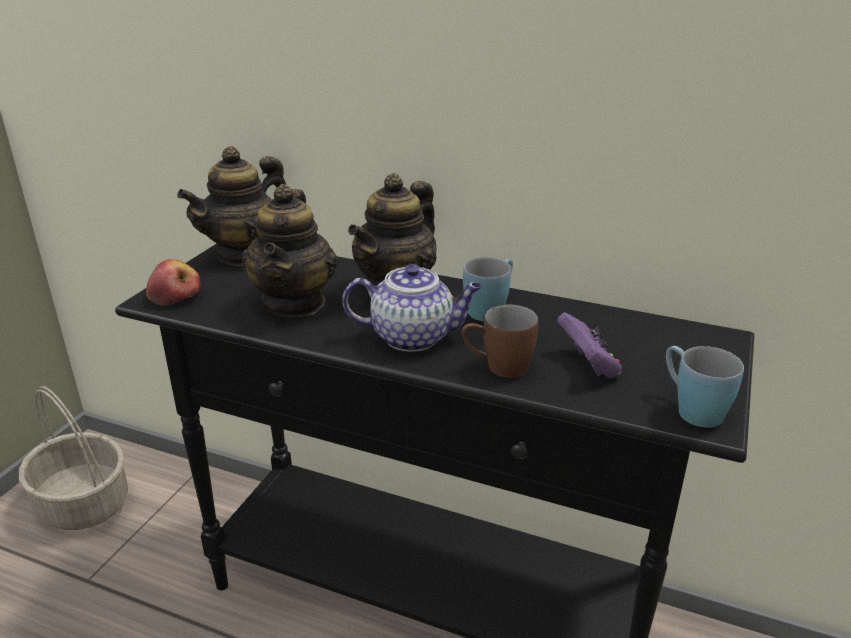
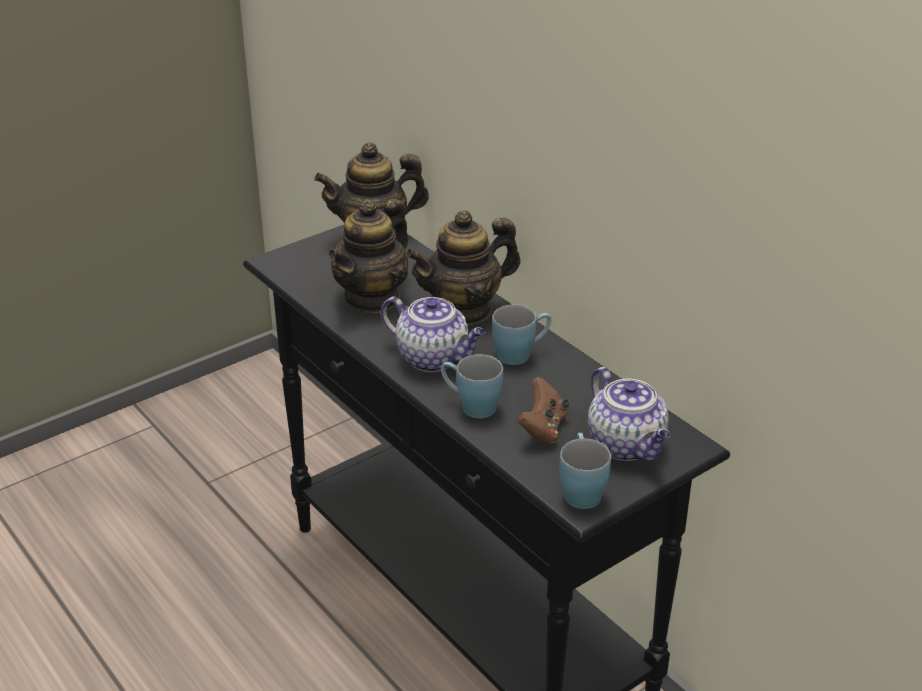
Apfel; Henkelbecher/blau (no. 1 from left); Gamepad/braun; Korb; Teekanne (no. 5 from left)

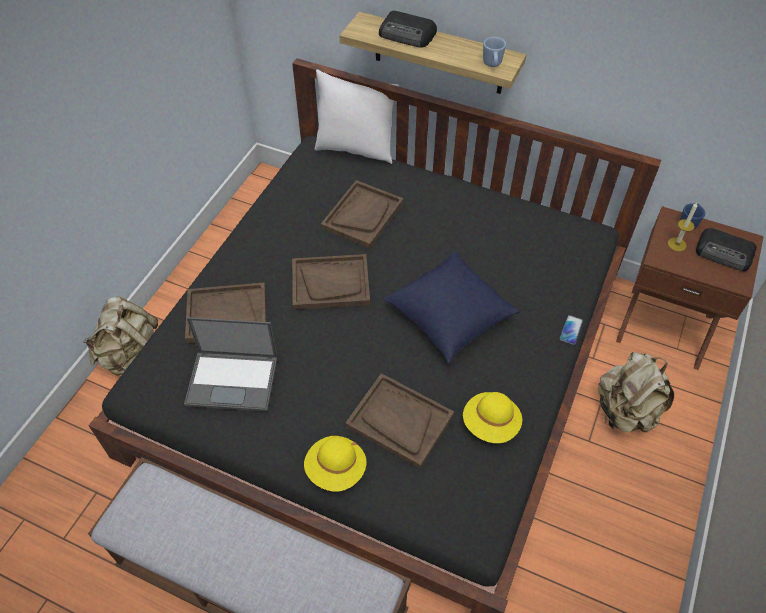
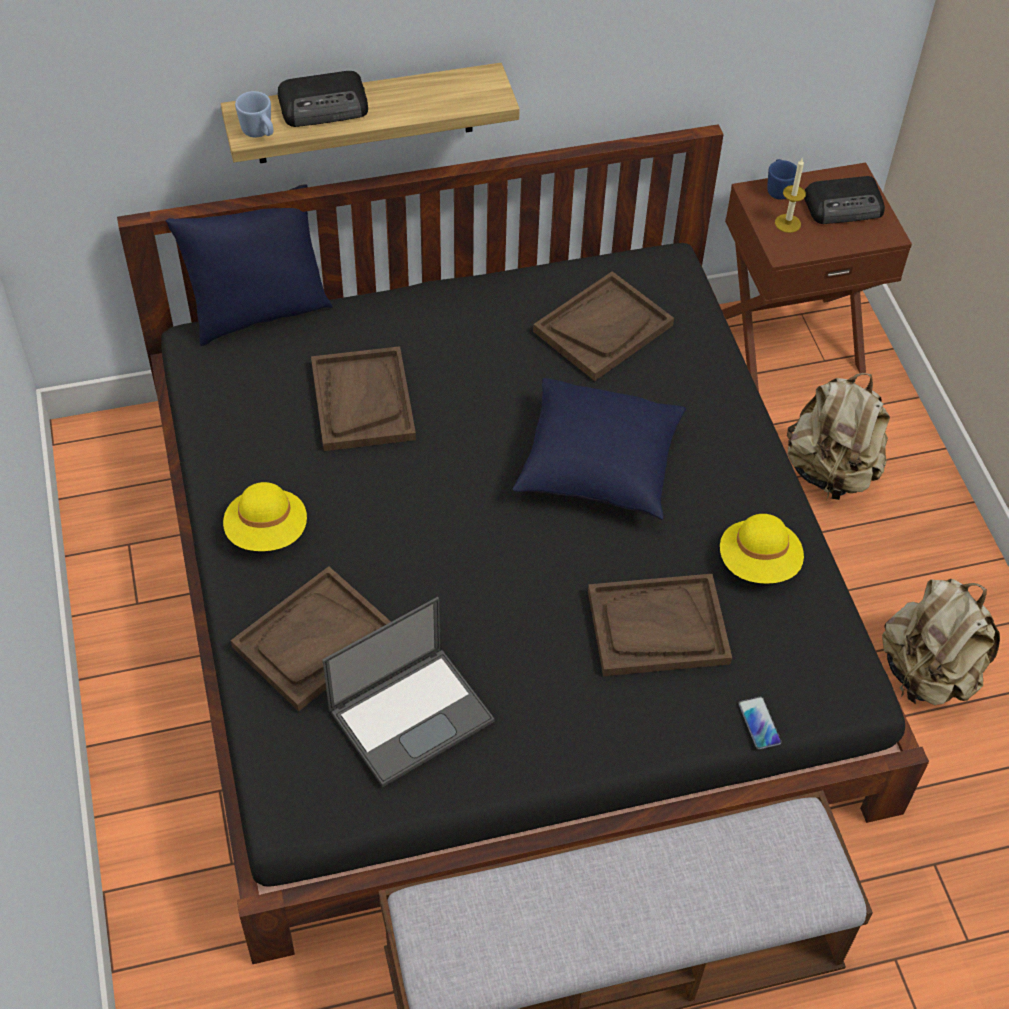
Henkelbecher/blau (no. 1 from left); Kissen/blau (no. 1 from left); Tablett/braun (no. 3 from left); Rucksack/beige (no. 2 from left); Handy; Hut/gelb (no. 1 from left)

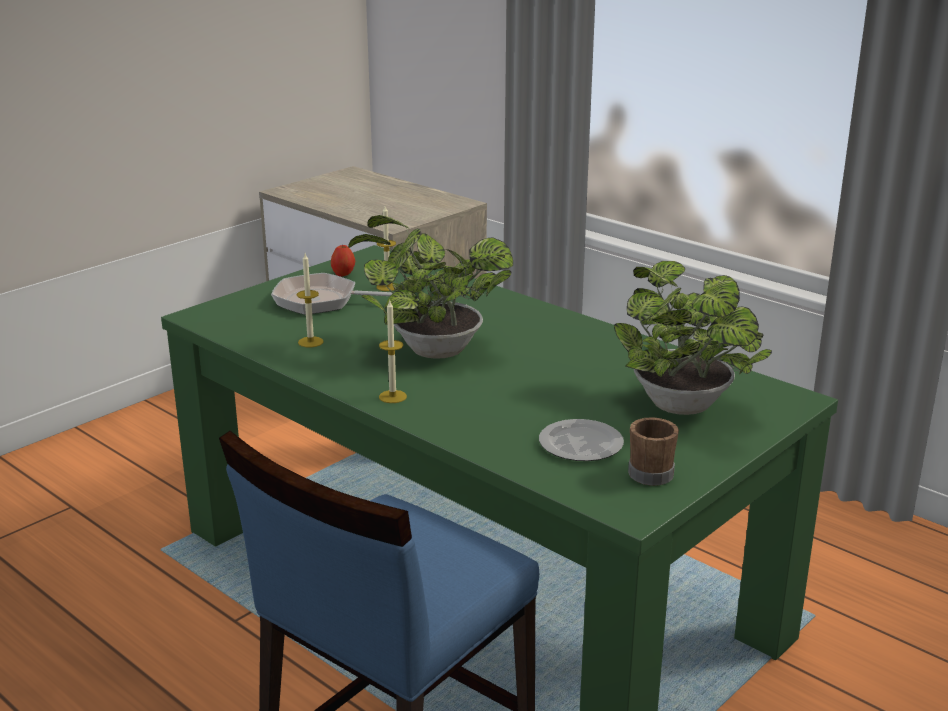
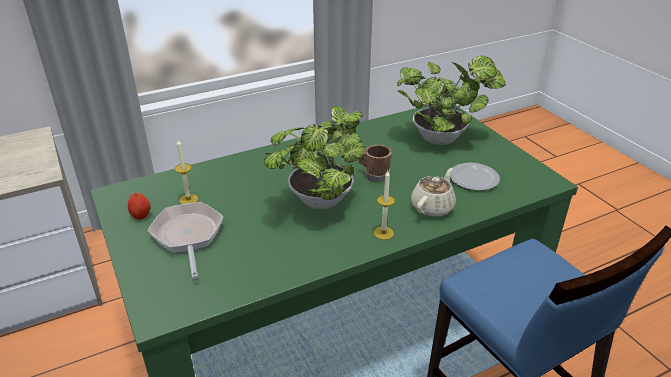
Kerze (no. 1 from left in the first image); Pfanne; Henkelbecher/braun; Teekanne/beige

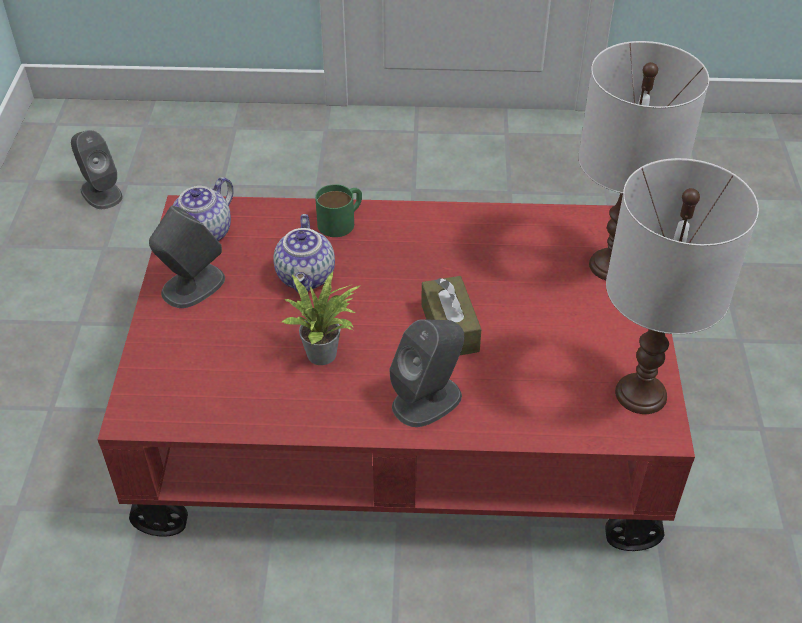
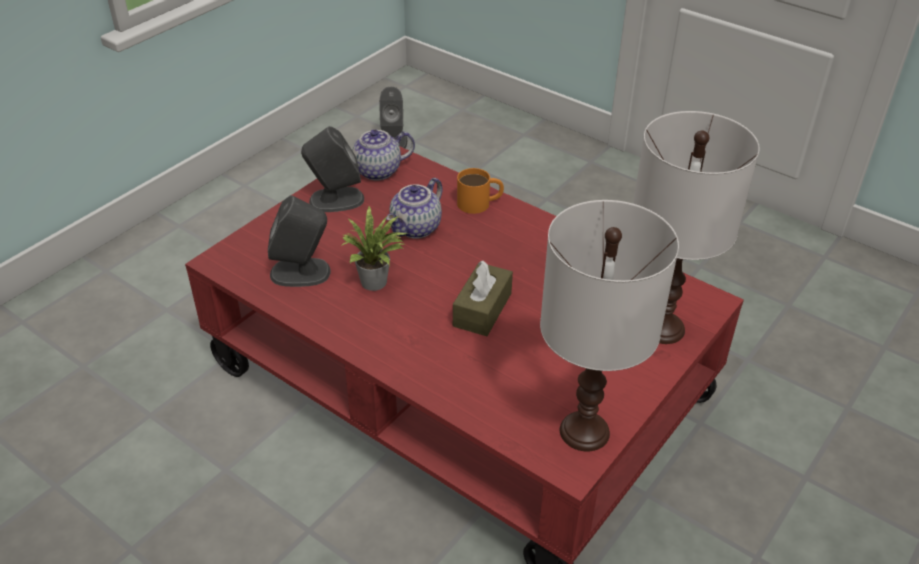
Henkelbecher/orange; Lautsprecher/grau (no. 1 from left)

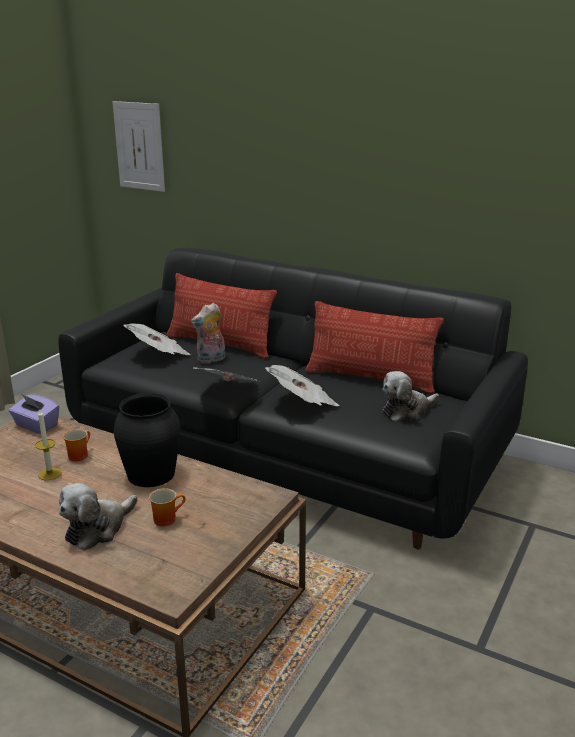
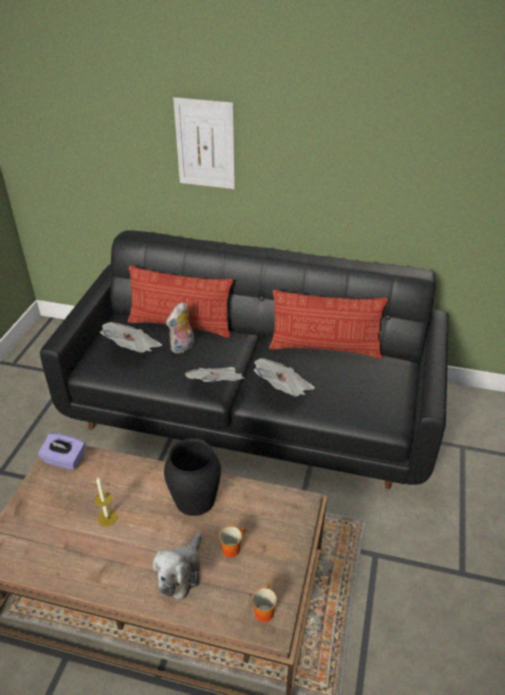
Bild; Plüschtier (no. 3 from left in the first image); Henkelbecher (no. 2 from left)

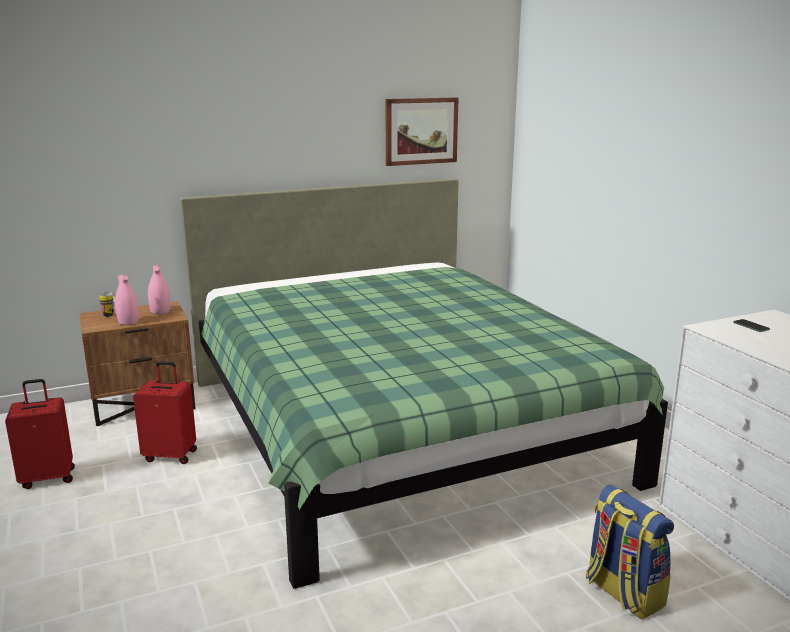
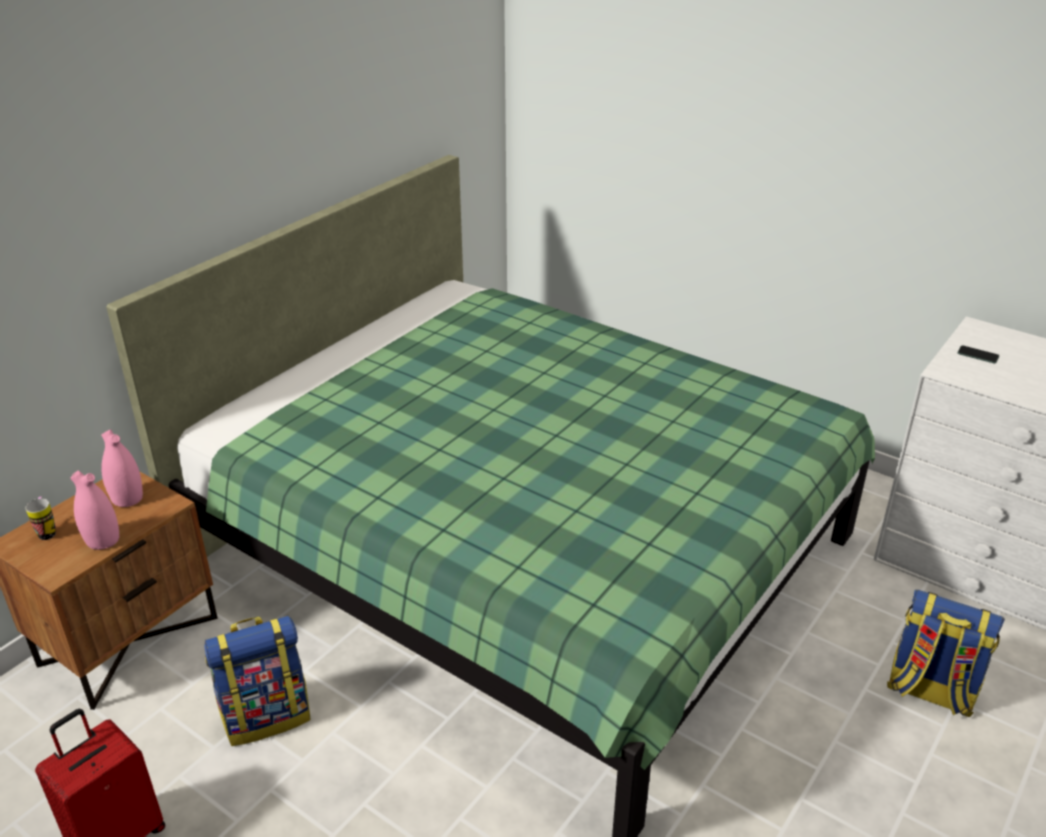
Bild; Rucksack (no. 1 from left)

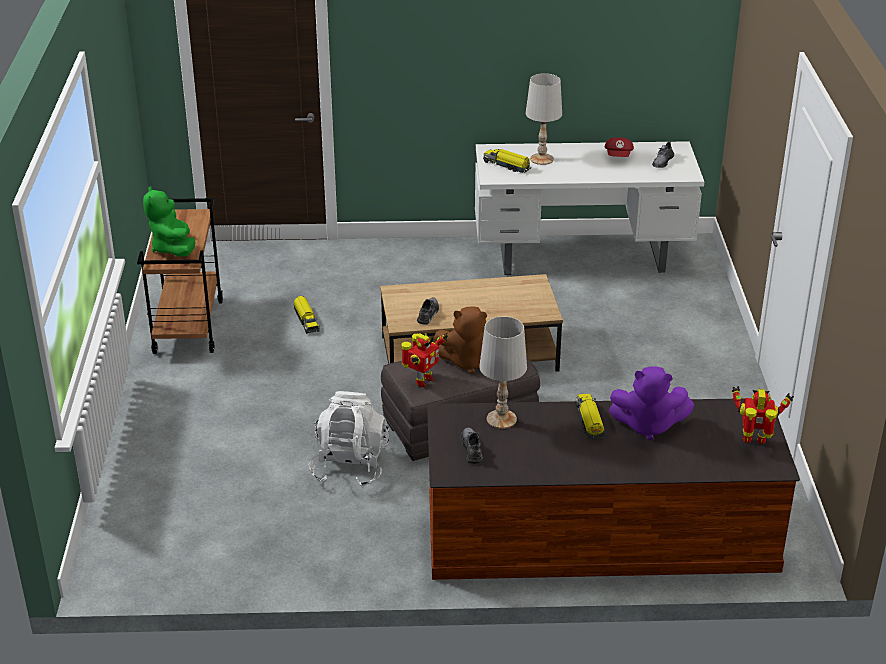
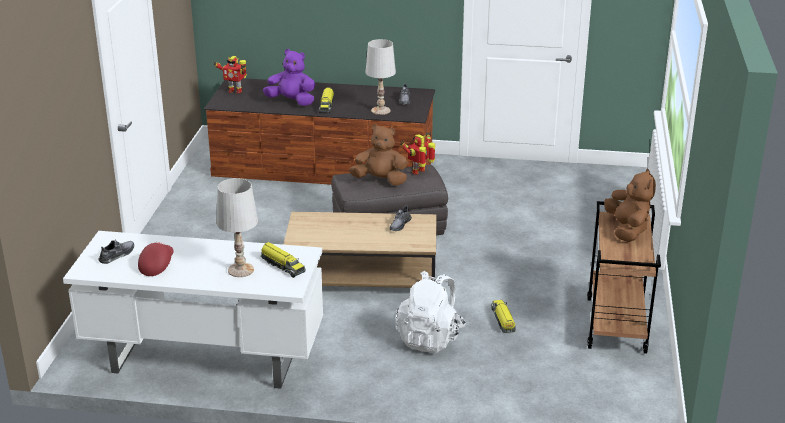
Plüschtier/braun (no. 2 from left); Rucksack/weiß

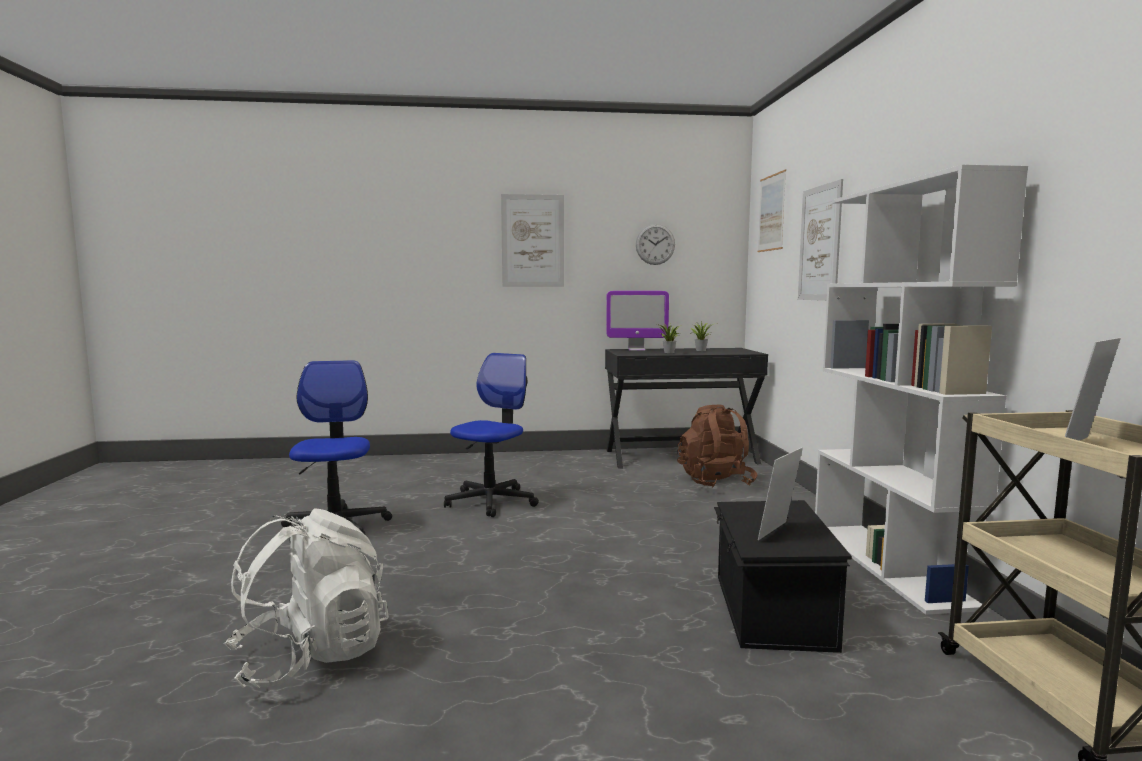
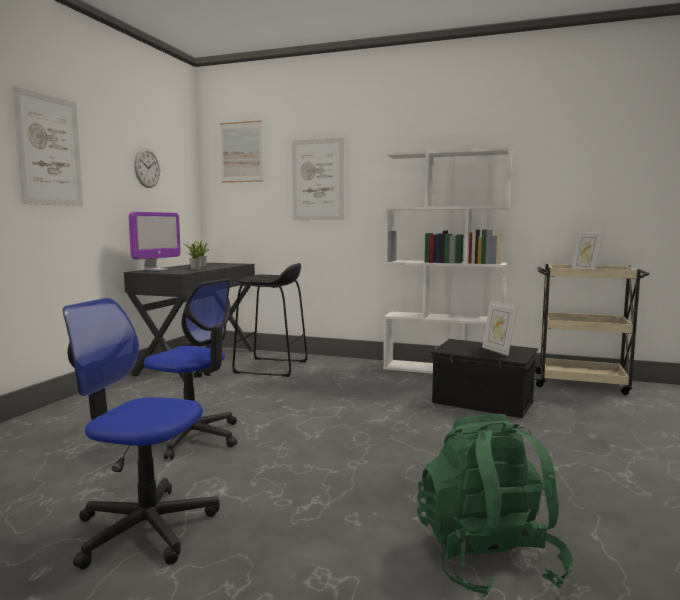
Bürostuhl (no. 2 from left); Hocker/schwarz; Rucksack/grün

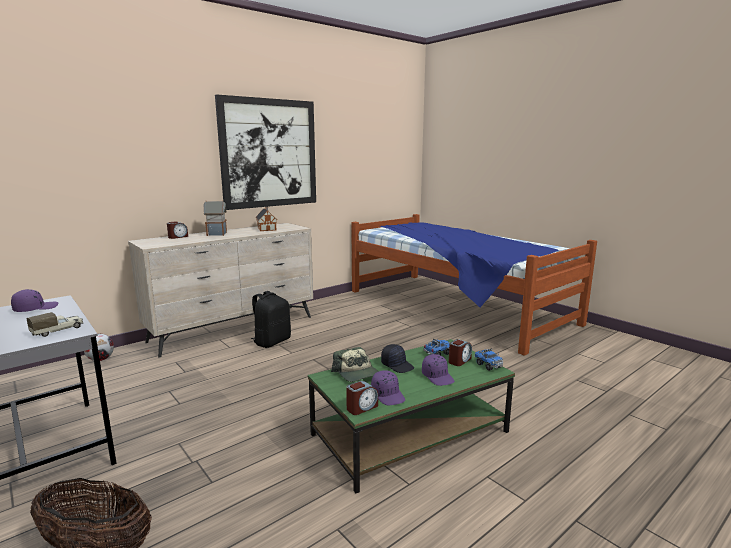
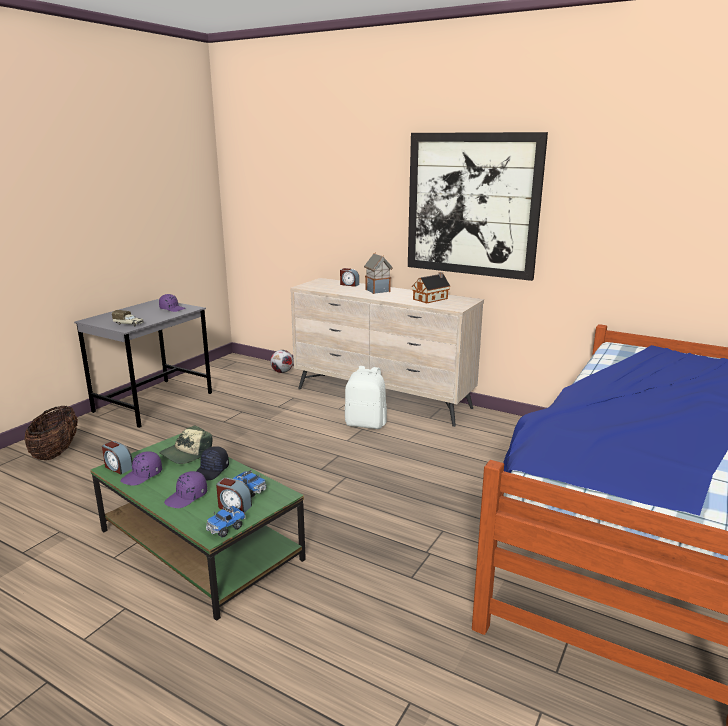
Rucksack/weiß

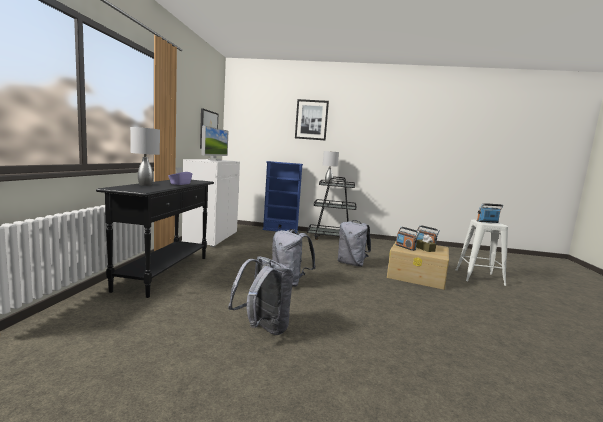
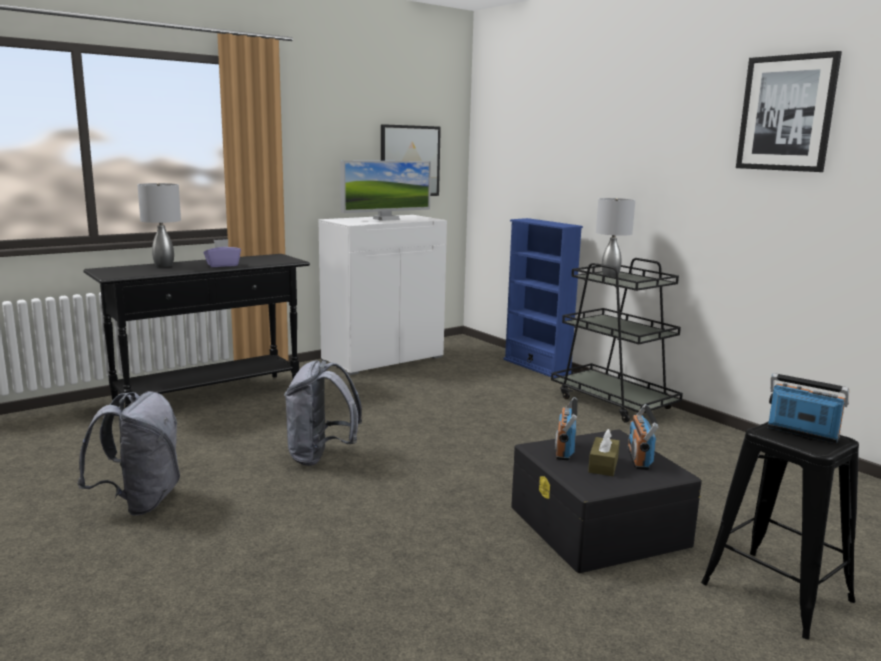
Bild (no. 2 from left); Rucksack/grau (no. 3 from left in the first image); Hocker/schwarz; Aufbewahrungsbox/schwarz

